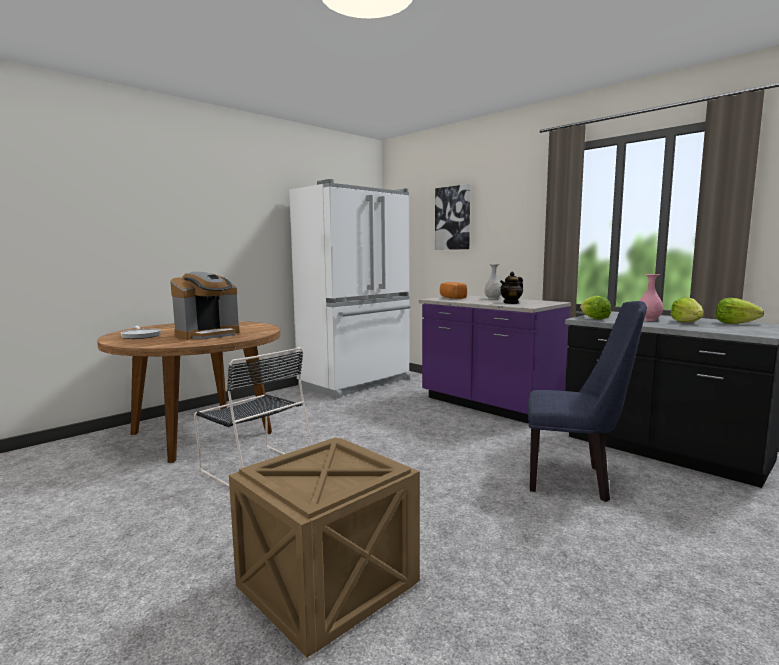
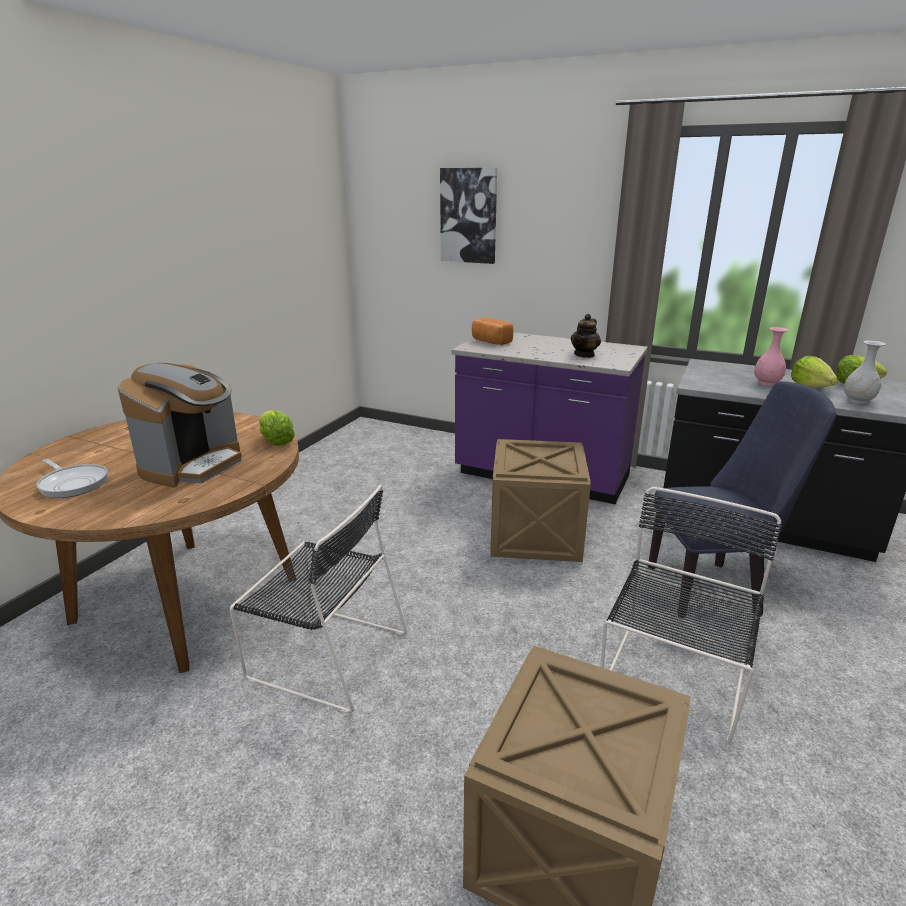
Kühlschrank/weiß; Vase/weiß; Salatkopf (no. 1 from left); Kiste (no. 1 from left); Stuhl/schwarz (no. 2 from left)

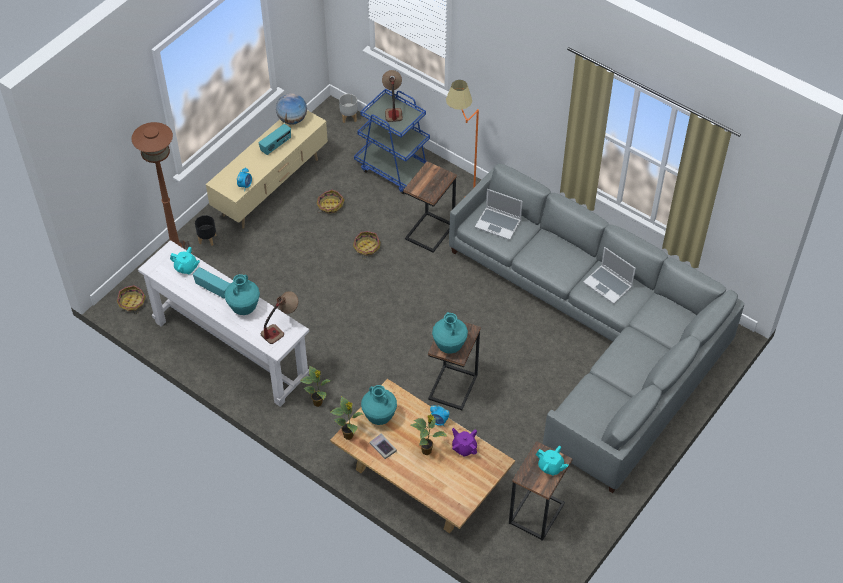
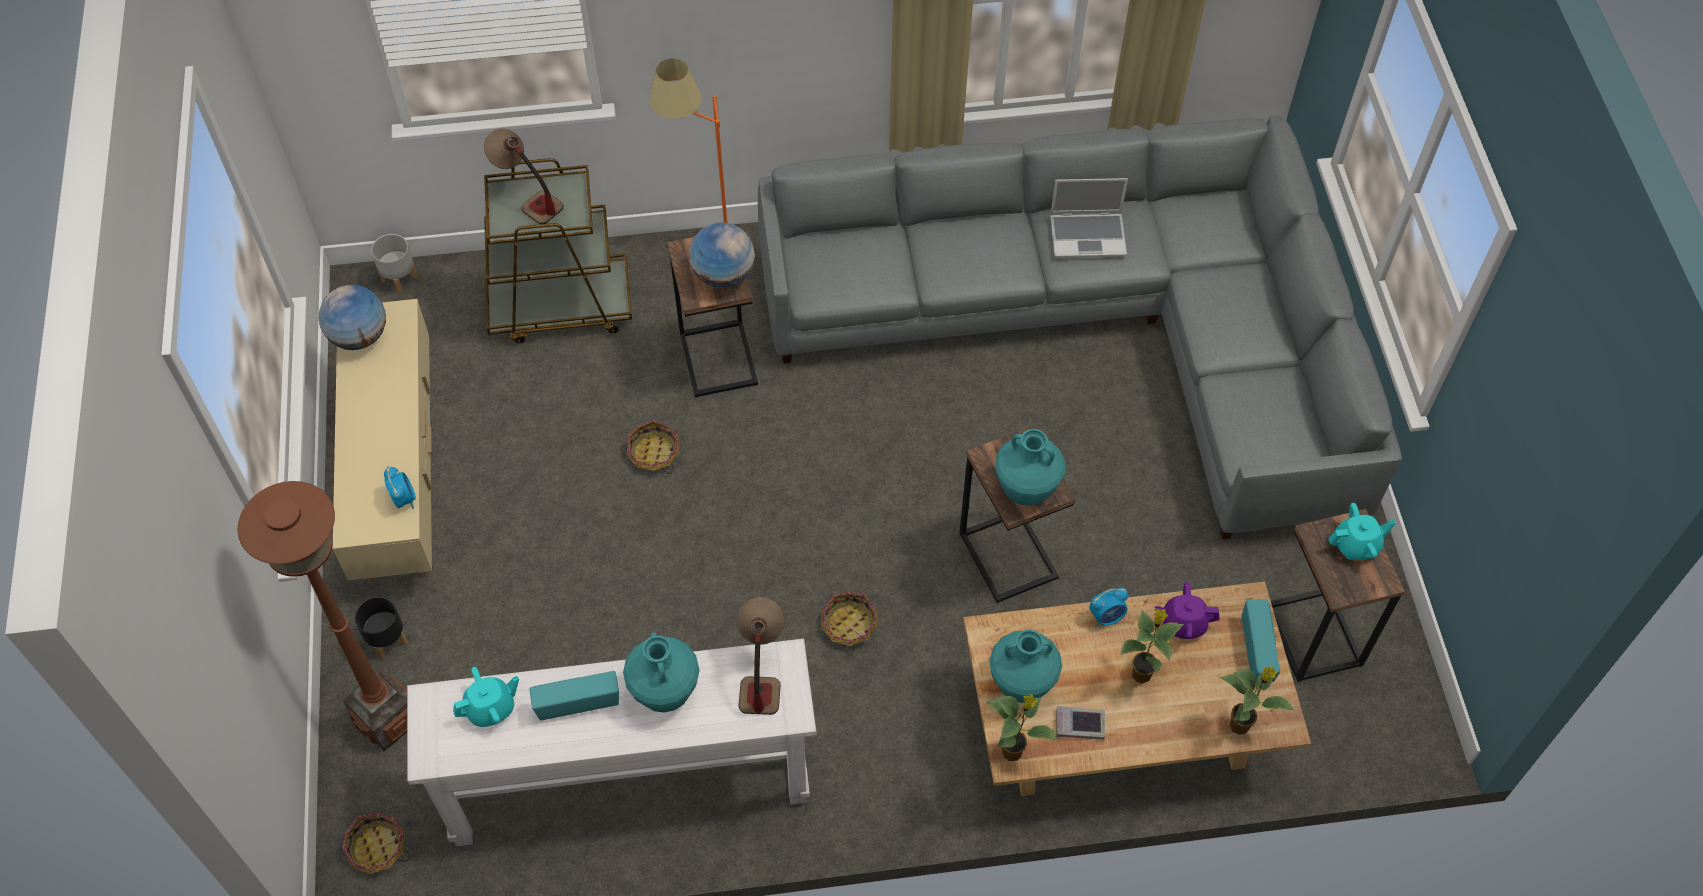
Rollwagen/braun; Radio (no. 2 from left); Korb (no. 3 from left); Laptop (no. 1 from left in the first image); Topfpflanze (no. 3 from left); Globus (no. 2 from left)

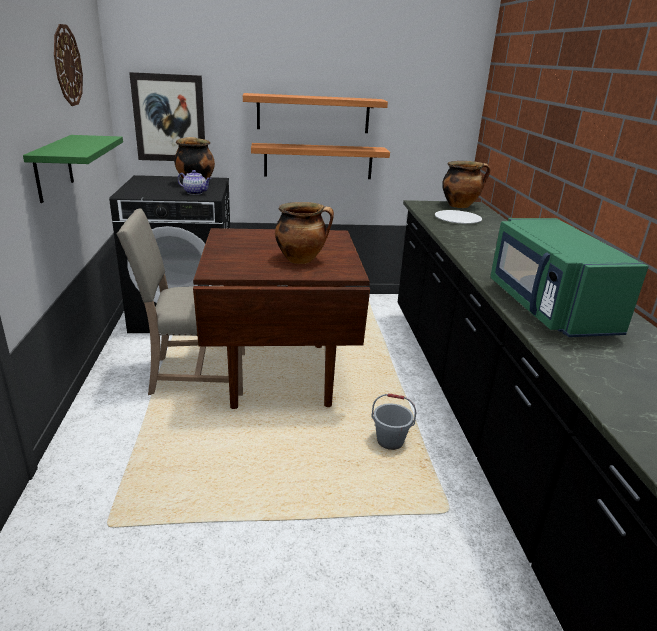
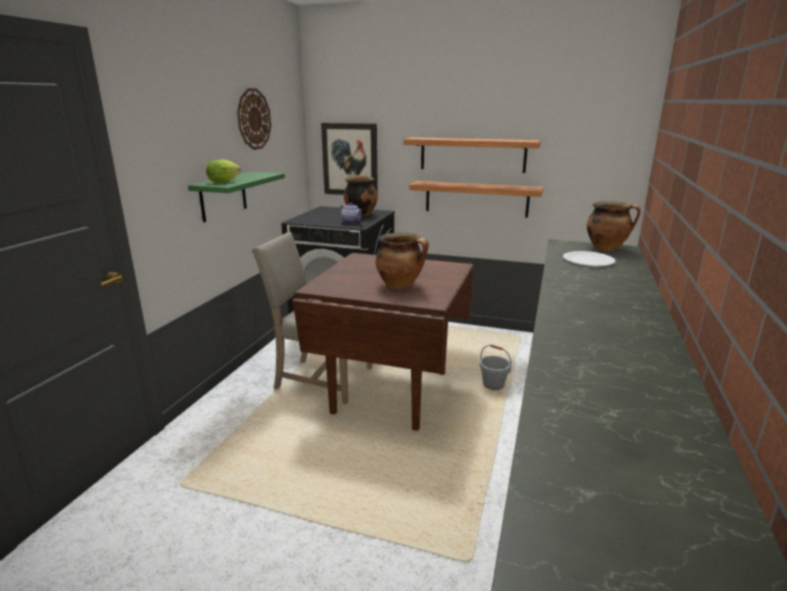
Mikrowelle/grün; Eimer/grau; Salatkopf

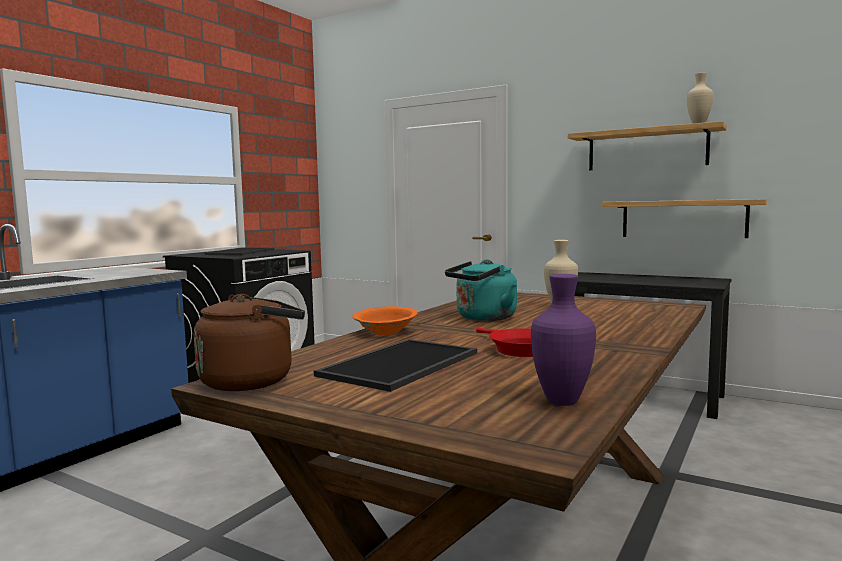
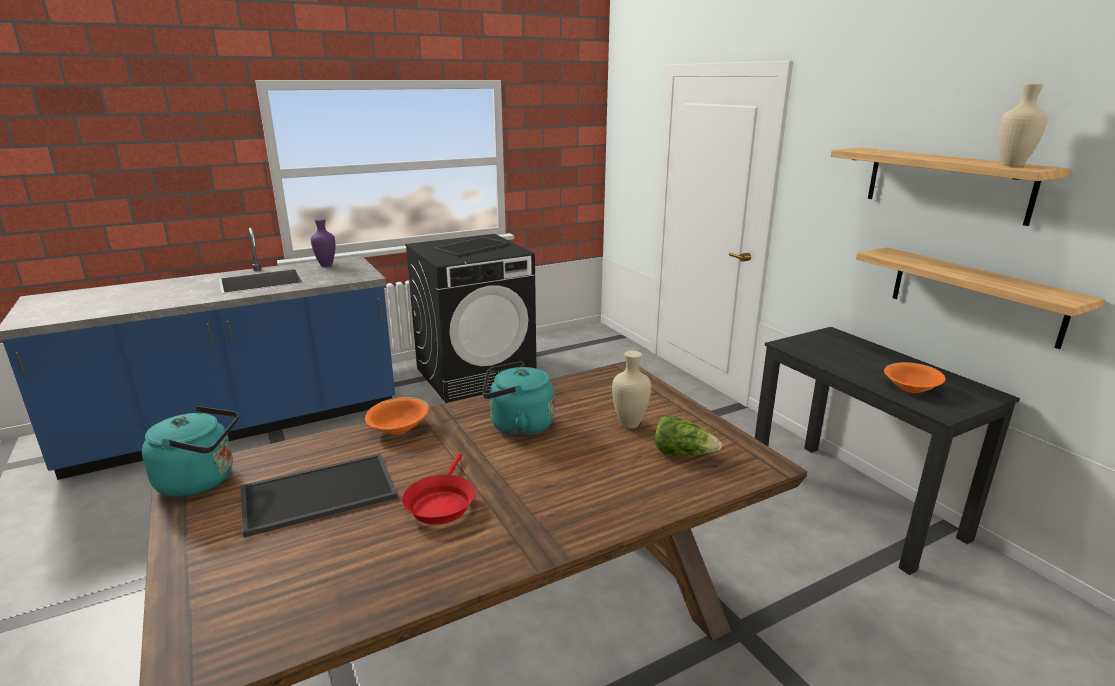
Vase/lila; Wasserkessel/türkis (no. 1 from left); Schüssel/orange (no. 2 from left); Salatkopf

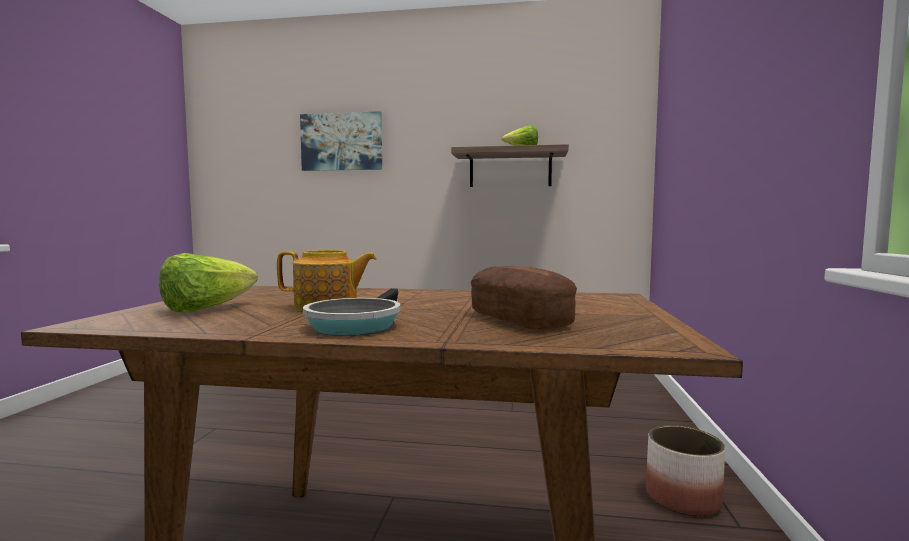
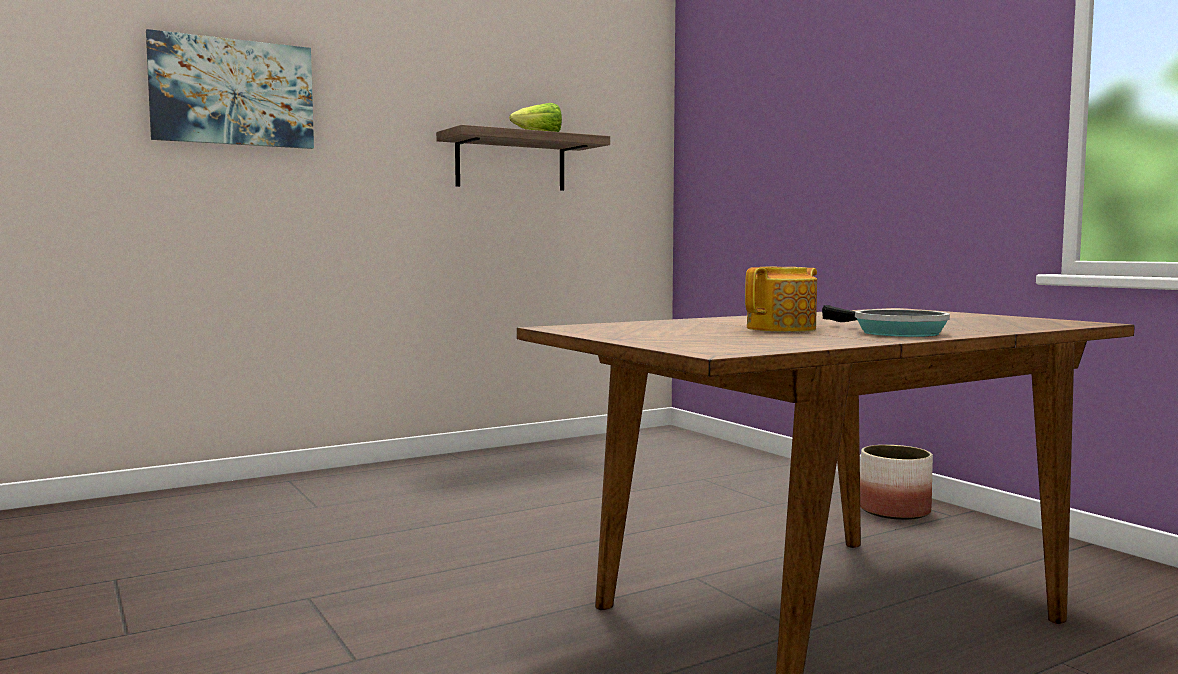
Salatkopf (no. 1 from left in the first image); Brot

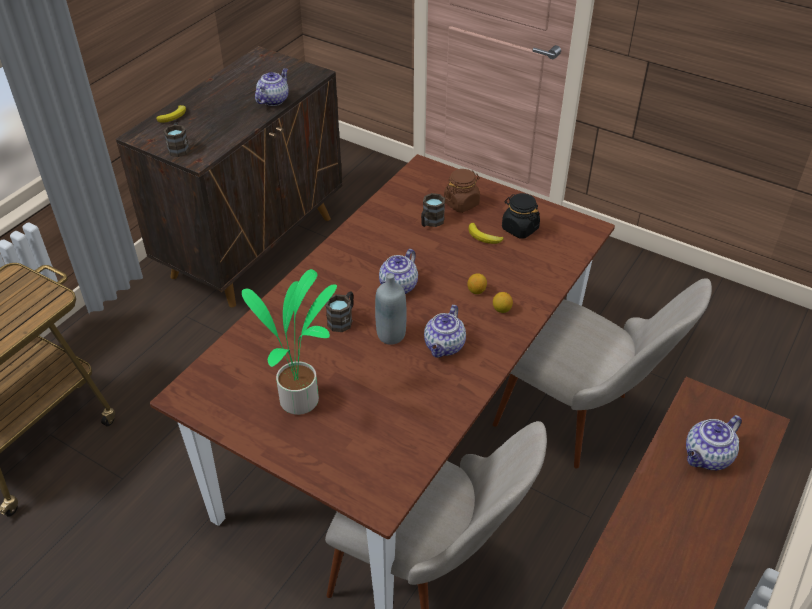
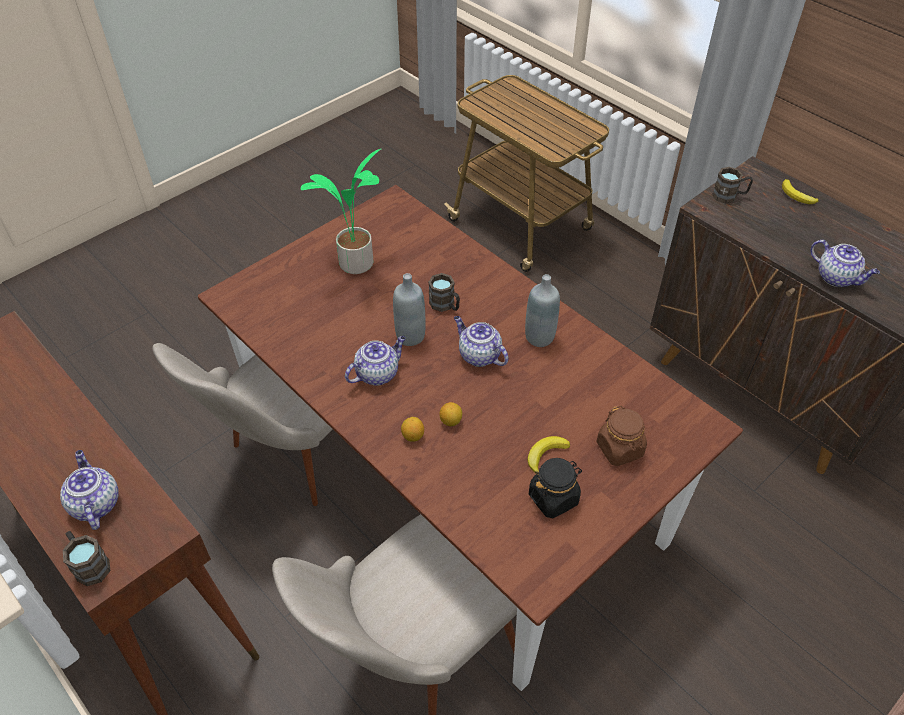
Henkelbecher/braun (no. 1 from left); Teekanne (no. 2 from left); Flasche/grau (no. 2 from left)

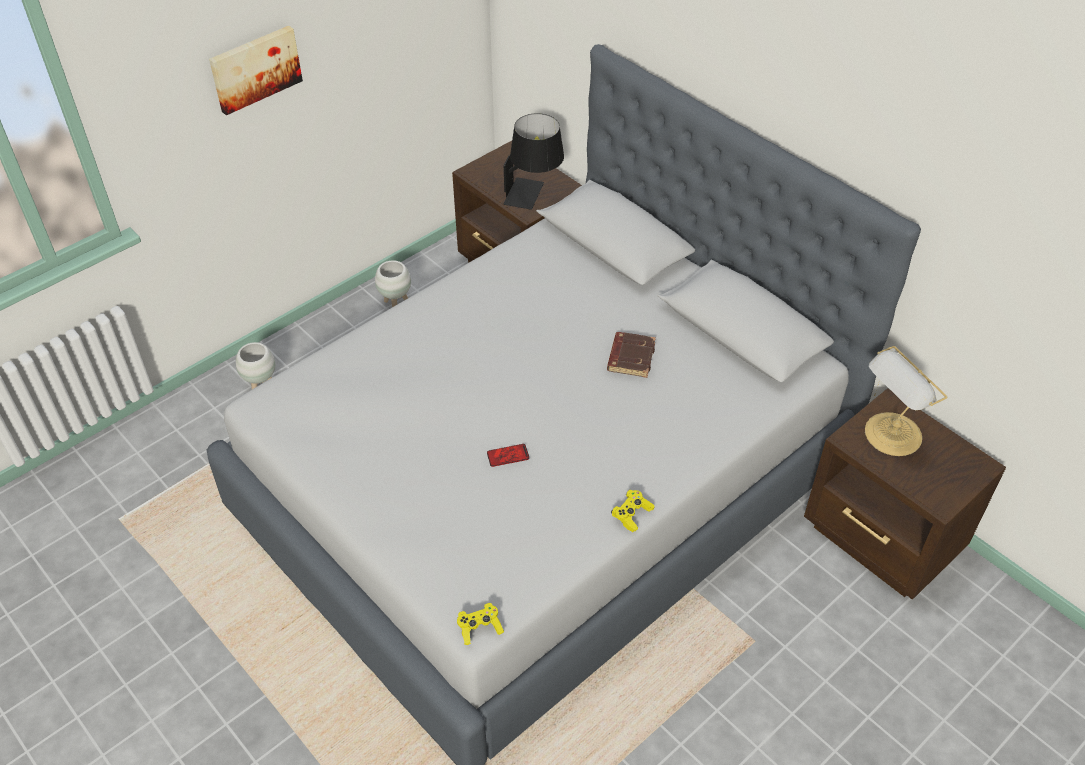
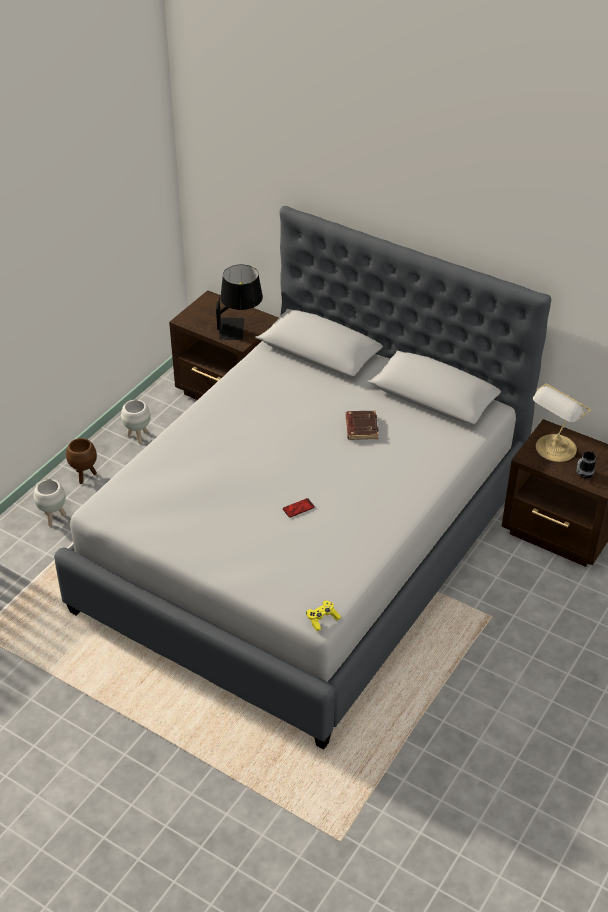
Bild; Gamepad/gelb (no. 2 from left in the first image); Pflanzkübel/braun; Henkelbecher

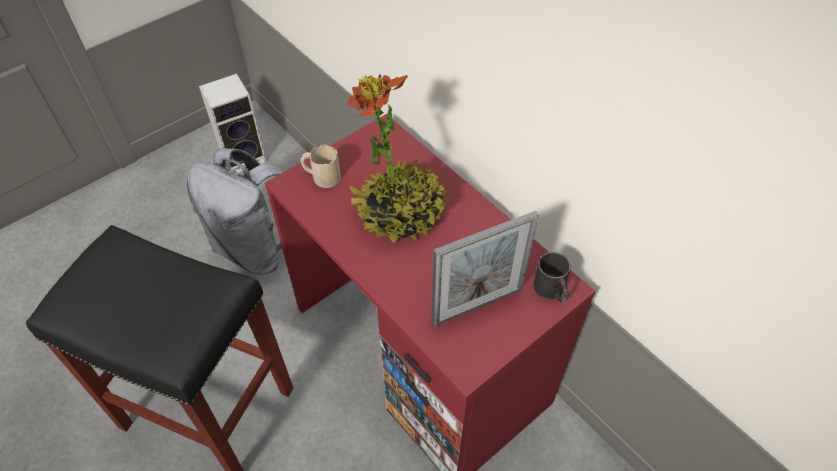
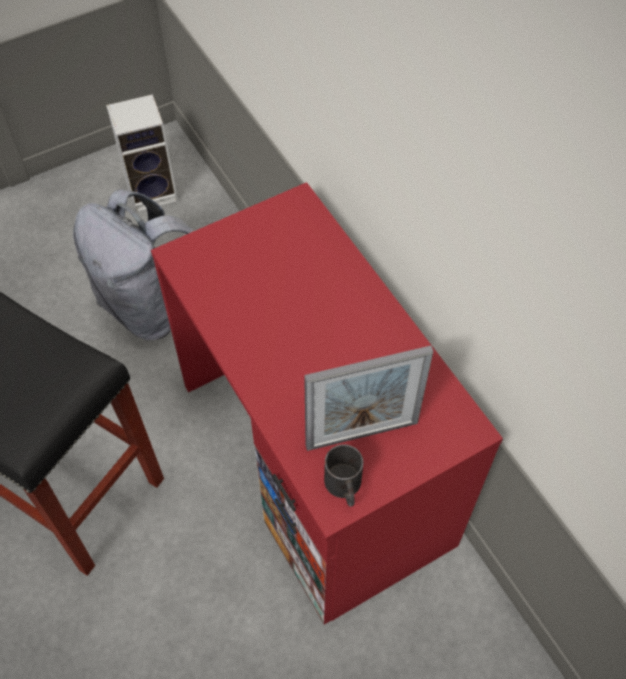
Topfpflanze; Henkelbecher/beige; Henkelbecher/schwarz

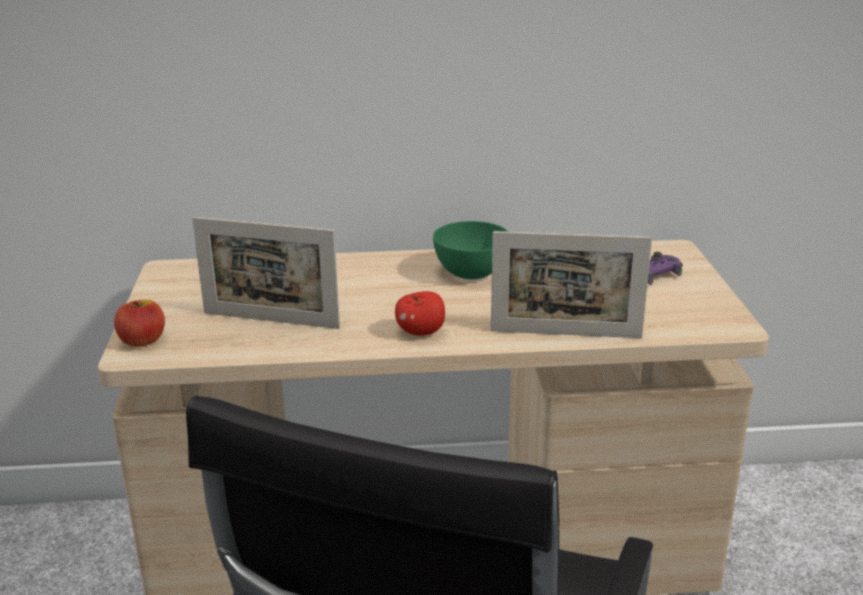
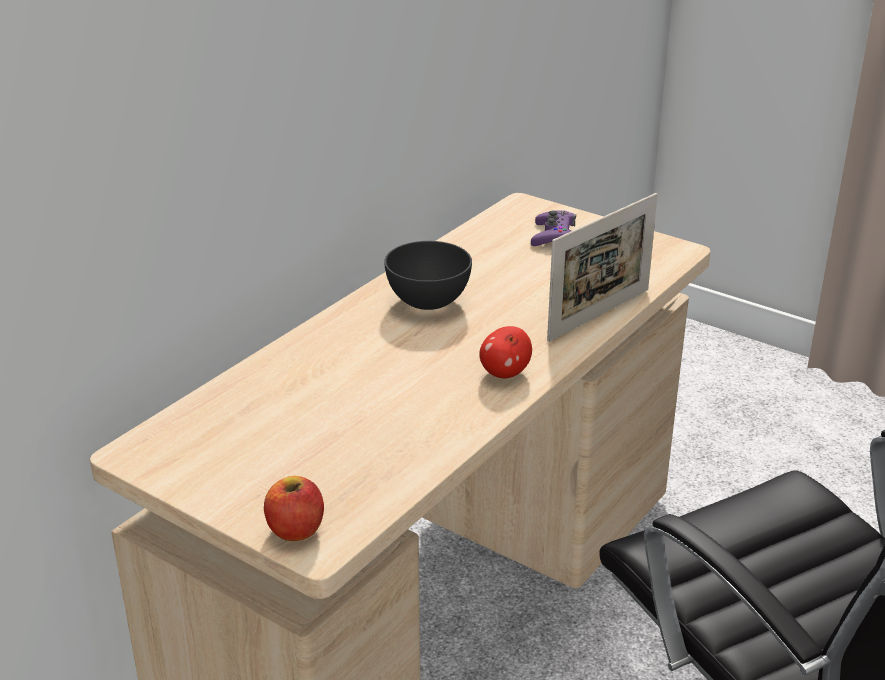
Bilderrahmen (no. 1 from left in the first image); Schüssel/grau

